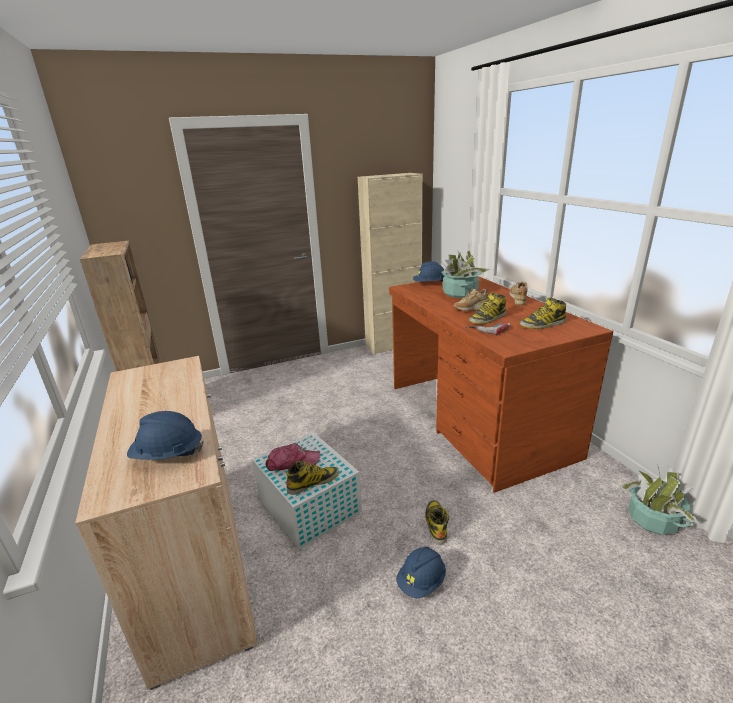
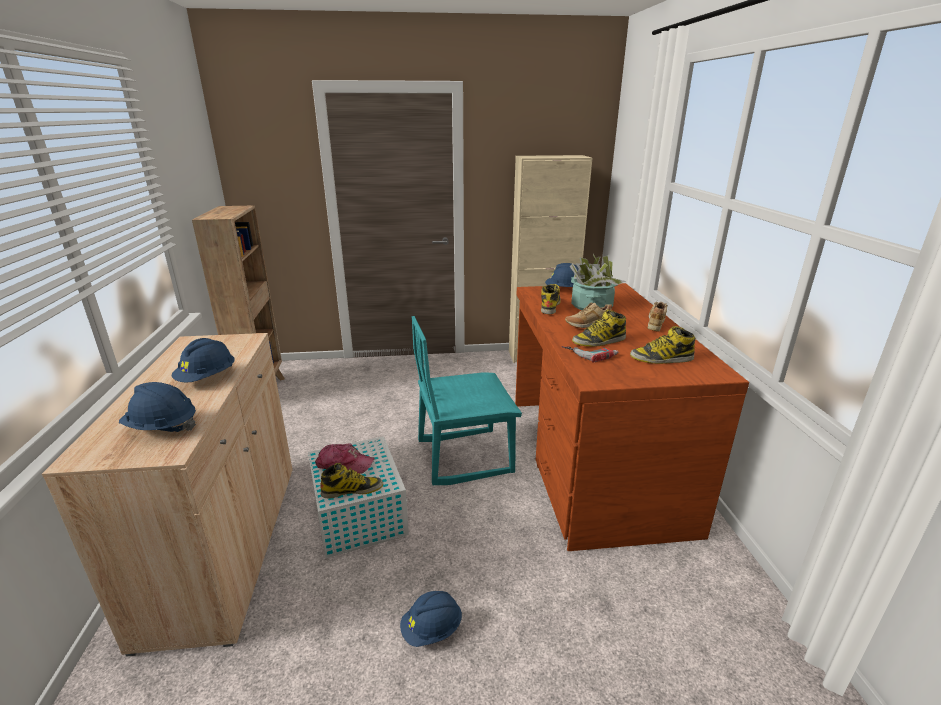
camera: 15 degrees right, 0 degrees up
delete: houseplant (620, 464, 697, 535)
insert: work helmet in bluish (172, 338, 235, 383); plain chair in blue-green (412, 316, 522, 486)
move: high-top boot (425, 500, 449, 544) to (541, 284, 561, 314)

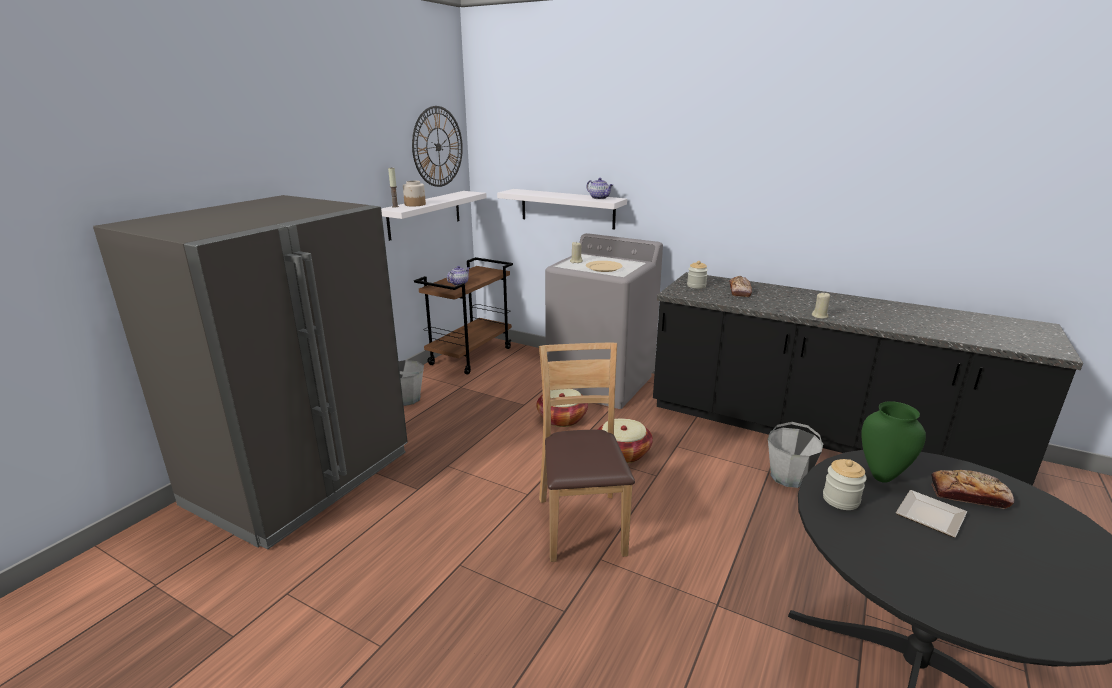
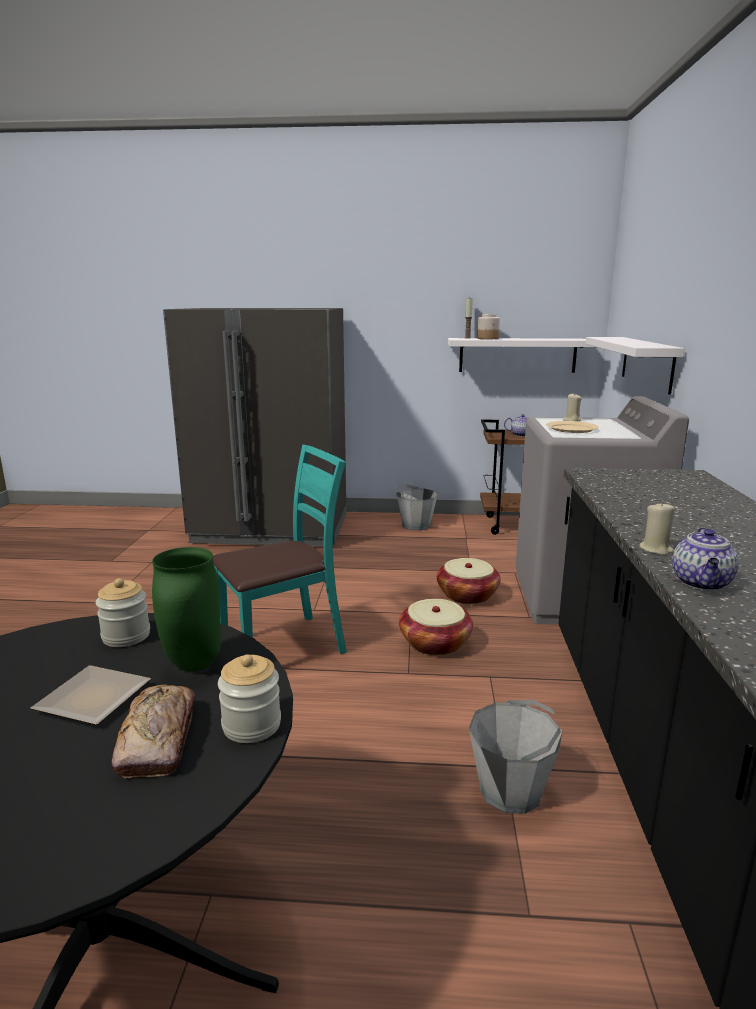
camera: 65 degrees right, 5 degrees down
delete: wall clock (412, 106, 463, 187); bakery bread (729, 276, 752, 297)
move: tea pot (587, 178, 613, 199) to (672, 527, 739, 591); preserve jar (687, 261, 708, 288) to (218, 654, 281, 743)
recolor: plain chair in brown-coloured (539, 342, 635, 562) to plain chair in blue-green (213, 445, 347, 654)

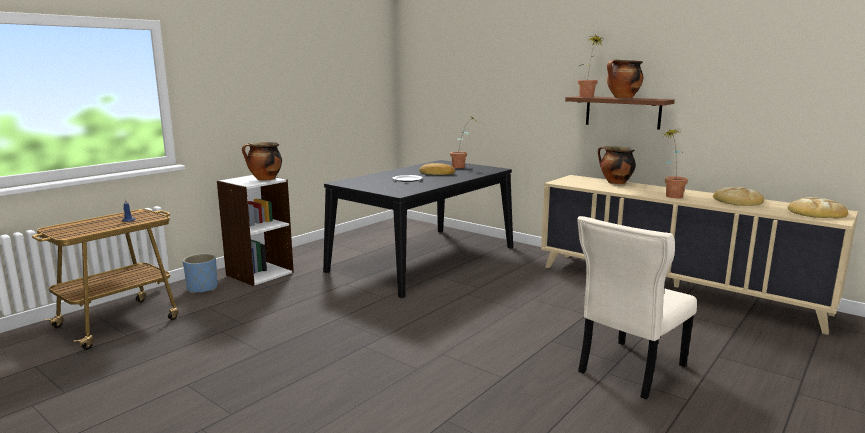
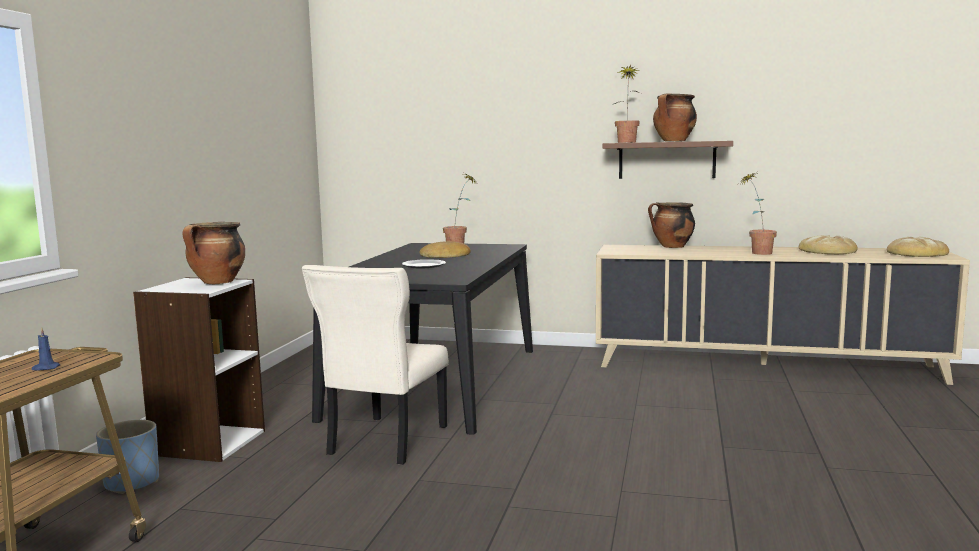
camera: 25 degrees left, 5 degrees down
move: plain chair in sand-coloured (577, 216, 697, 400) to (302, 265, 449, 465)

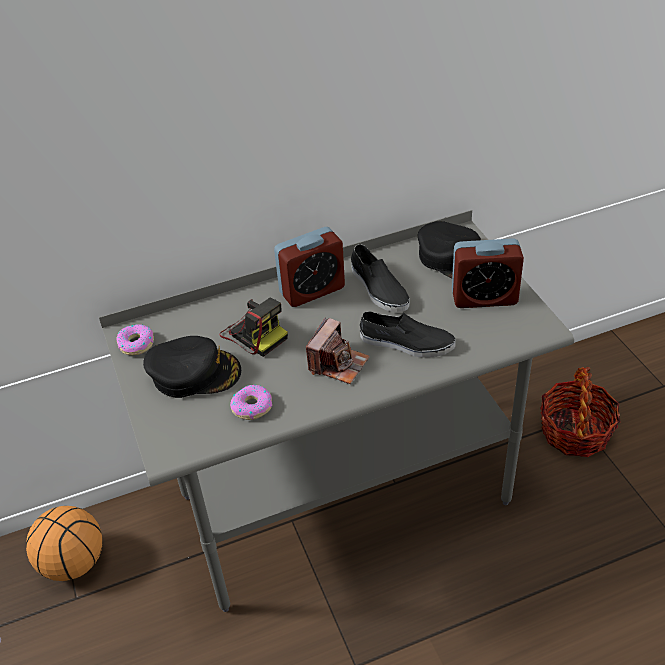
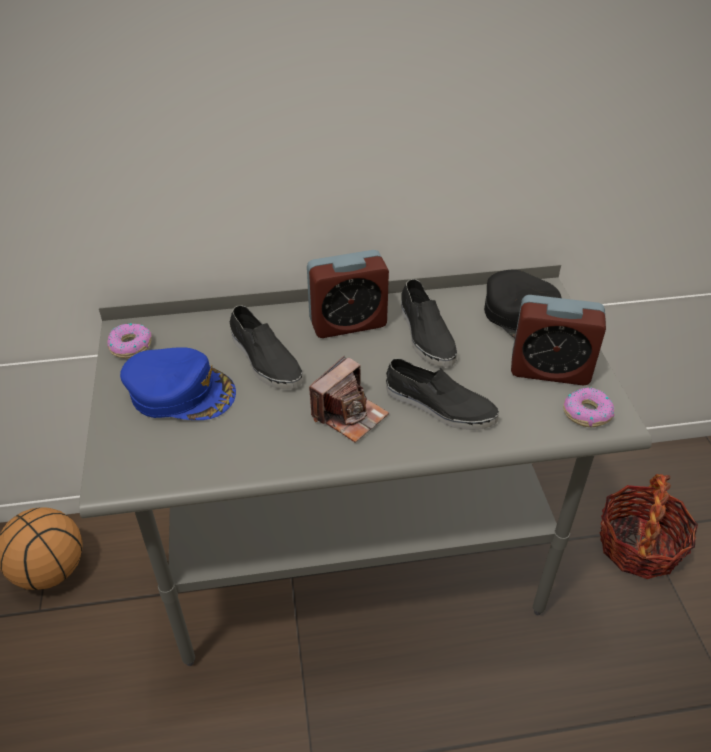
camera: 10 degrees right, 0 degrees up
move: doughnut (230, 385, 272, 420) to (563, 387, 614, 427)
replace: still camera (220, 298, 288, 357) to item of footwear in blackish (230, 305, 303, 389)
recolor: cap in blackish (143, 336, 241, 398) to cap in bluish (120, 347, 236, 420)

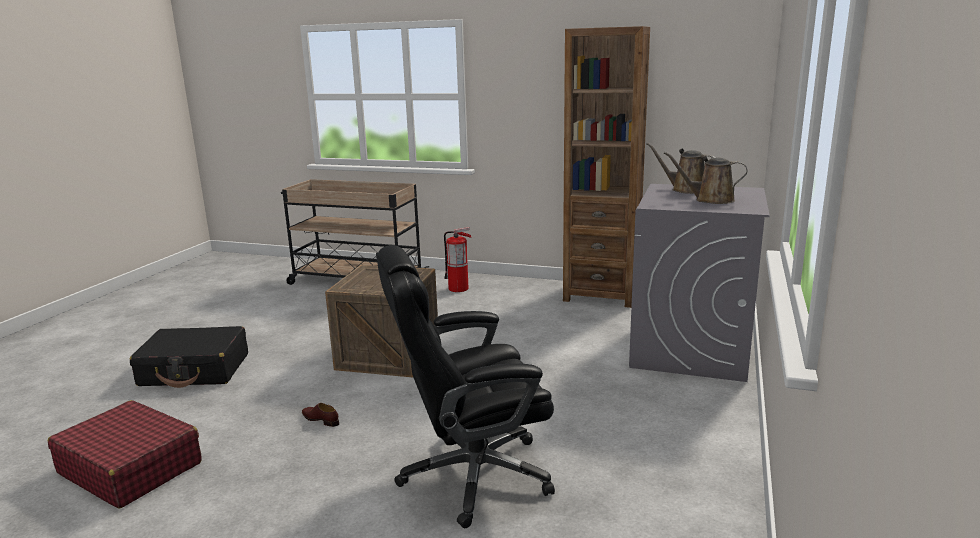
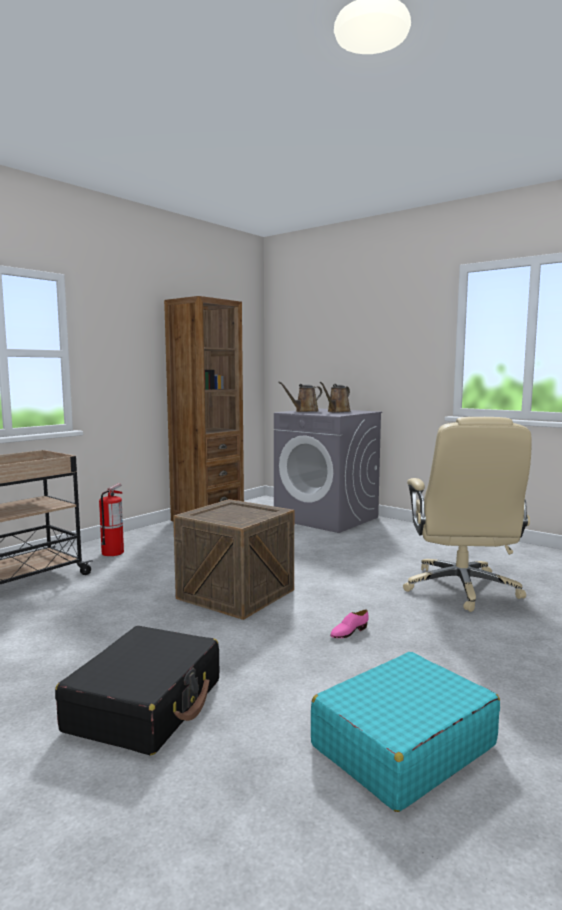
camera: 70 degrees left, 10 degrees down
recolor: suitcase in red-coloured (48, 400, 202, 509) to suitcase in blue-green (311, 652, 500, 812); item of footwear in brown-coloured (302, 403, 339, 427) to item of footwear in pinkish (330, 610, 369, 638); desk chair in blackish (376, 245, 555, 528) to desk chair in sand-coloured (403, 417, 531, 612)

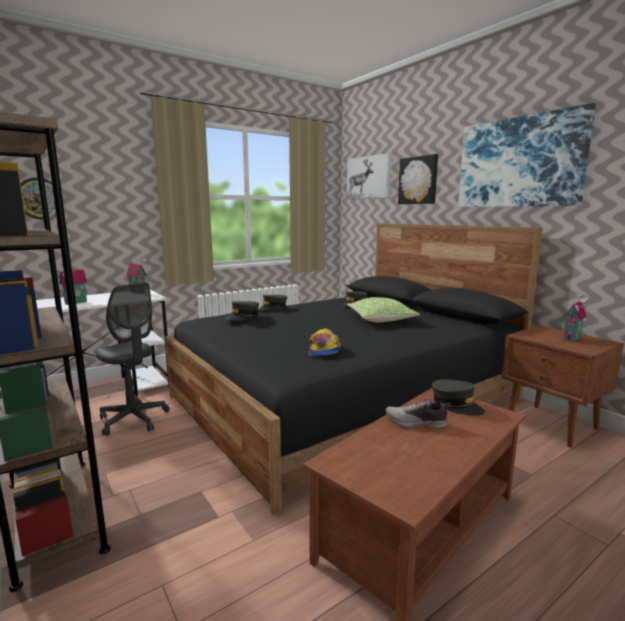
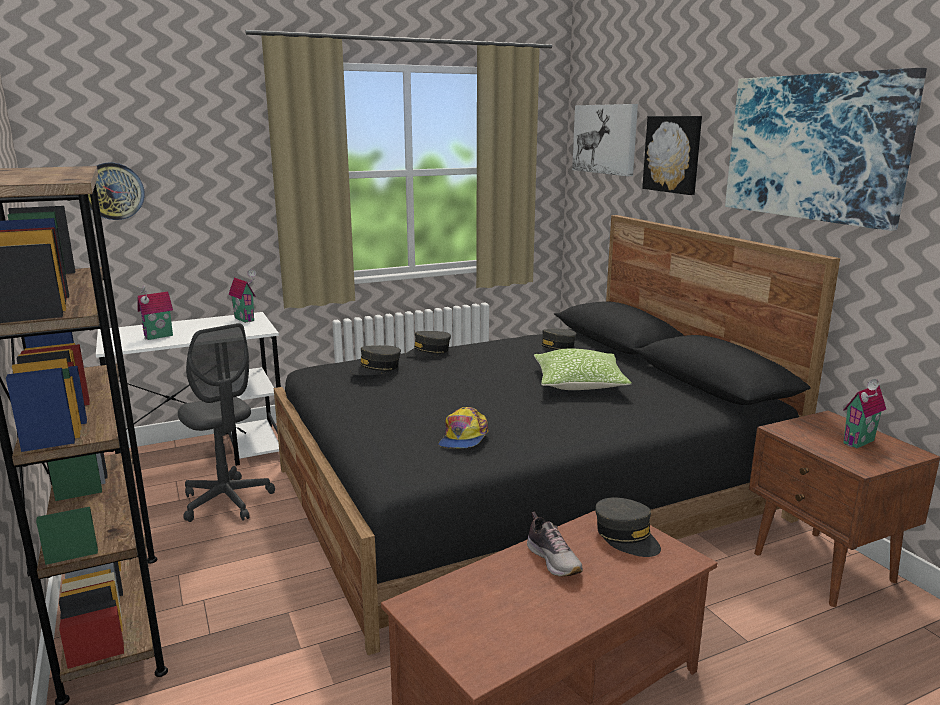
camera: 10 degrees right, 5 degrees up
rotate: item of footwear (386, 399, 451, 428) = (527, 512, 583, 577) 135 degrees counterclockwise

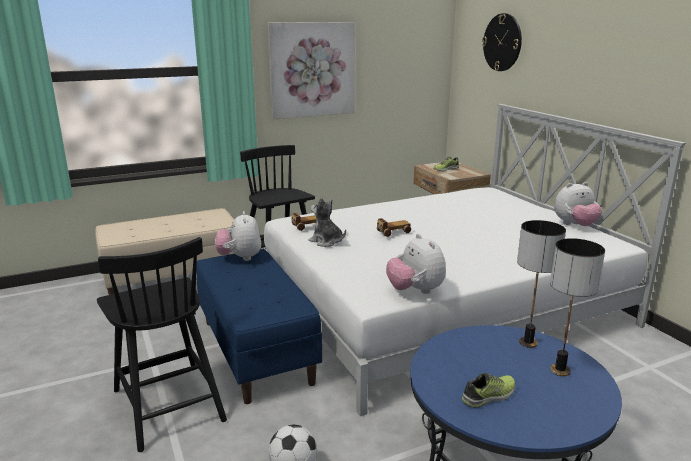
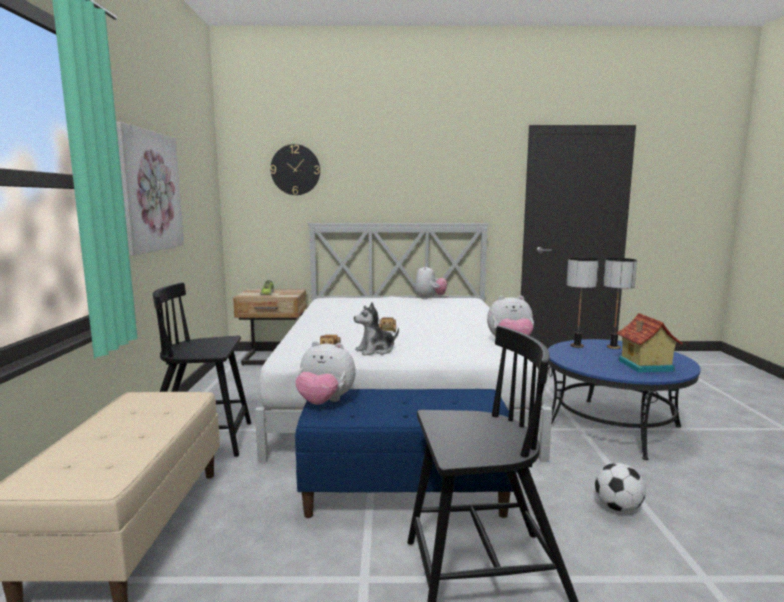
camera: 65 degrees left, 10 degrees down
replace: item of footwear (462, 373, 515, 408) to toy house (616, 313, 683, 372)

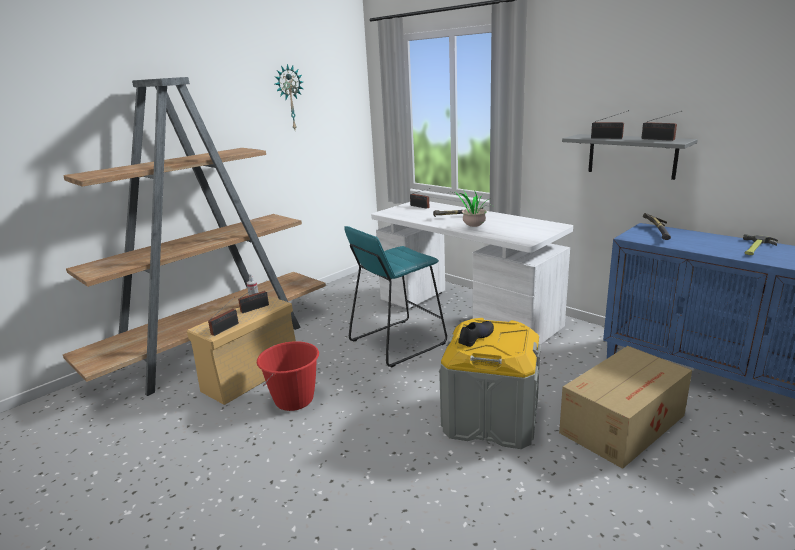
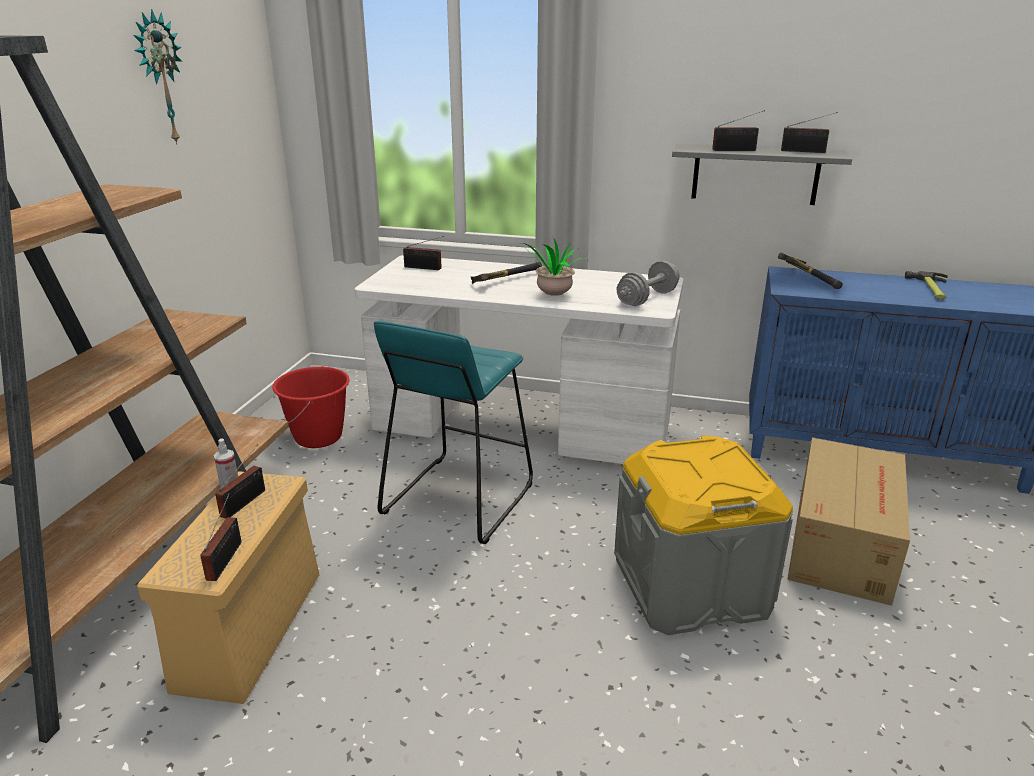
camera: 30 degrees left, 5 degrees up
delete: item of footwear in blackish (459, 321, 494, 347)
insert: dumbbell in greyish (617, 261, 680, 306)
move: bucket in red-coloured (257, 341, 319, 411) to (272, 367, 350, 448)

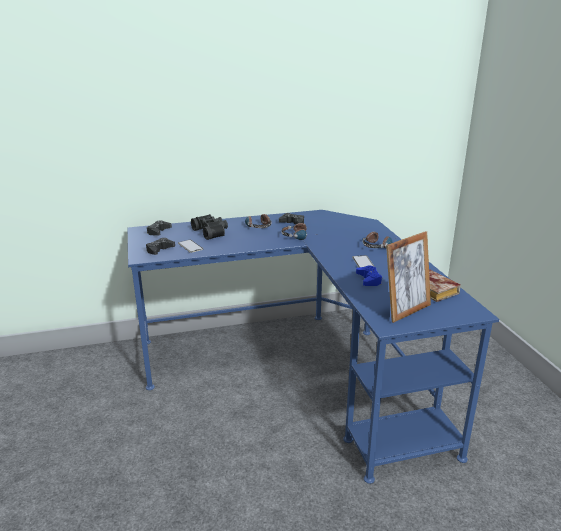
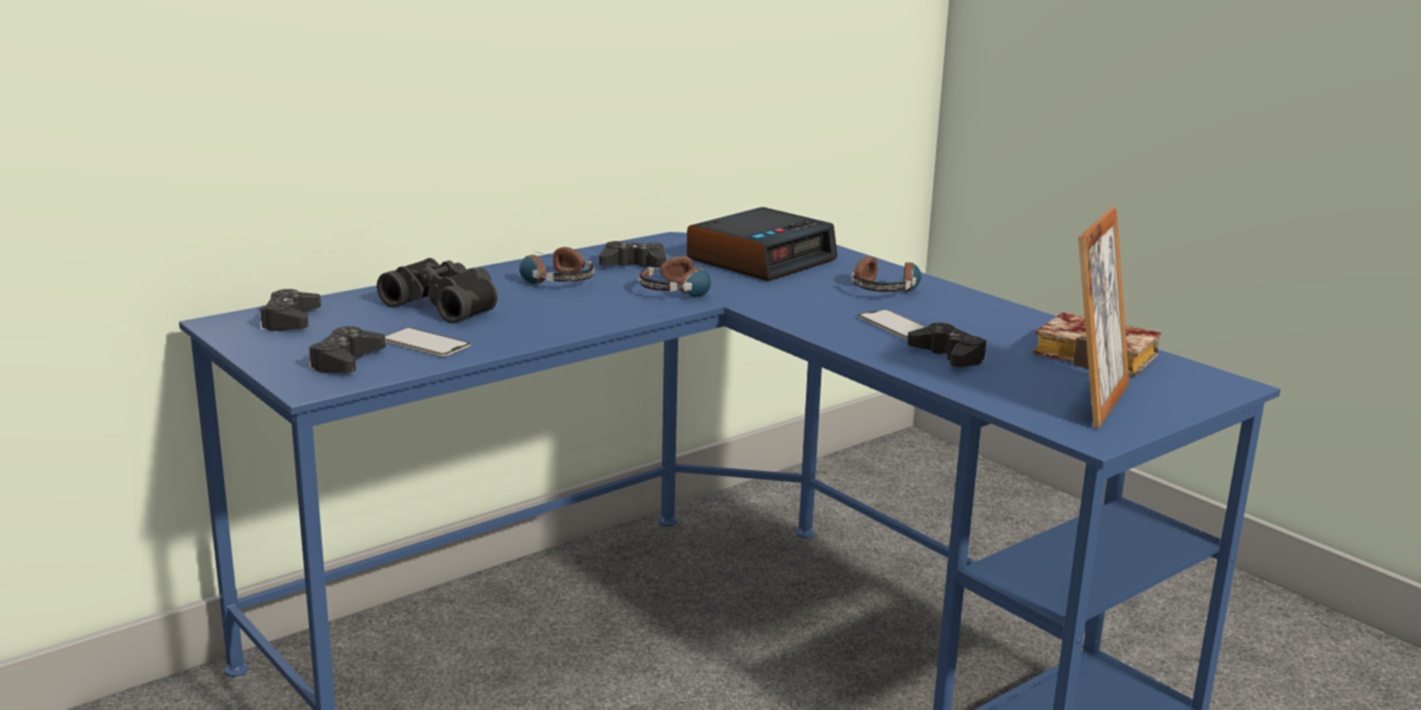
camera: 25 degrees left, 5 degrees down
insert: bedside clock (687, 207, 837, 281)
recolor: joypad in bluish (356, 266, 382, 286) to joypad in blackish (907, 322, 986, 367)

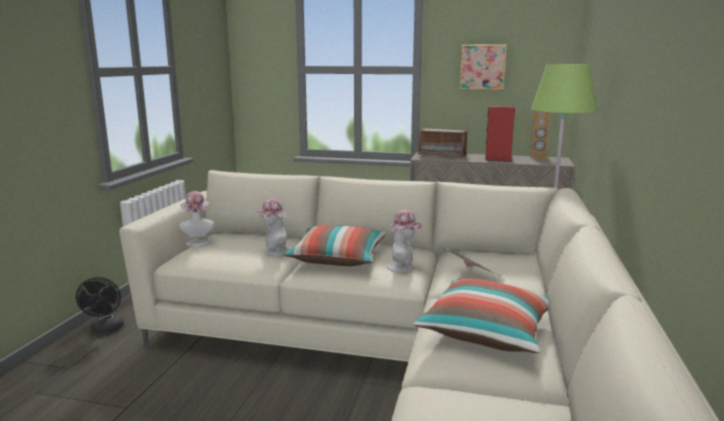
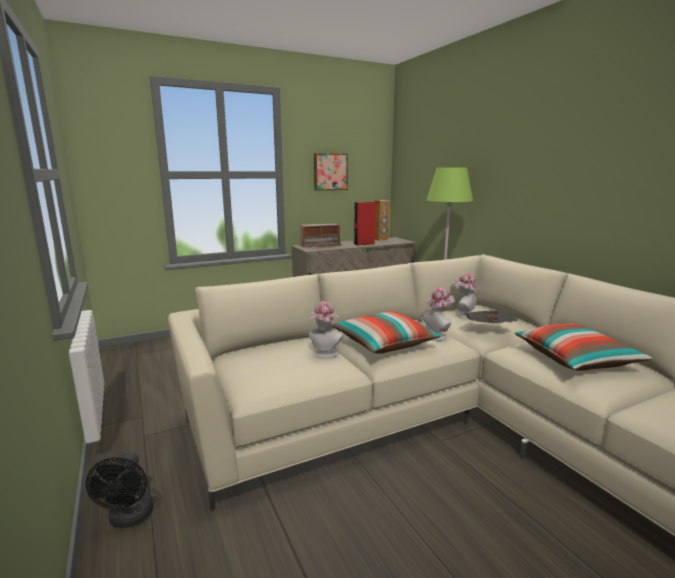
camera: 40 degrees left, 0 degrees up
move: clothing hat (179, 191, 214, 247) to (453, 273, 479, 319)
rotate: fan in blackish (76, 277, 124, 333) = (85, 452, 154, 528) 45 degrees clockwise

